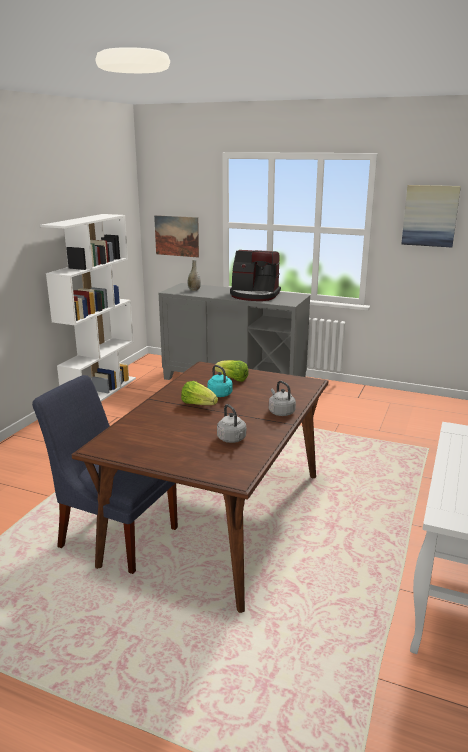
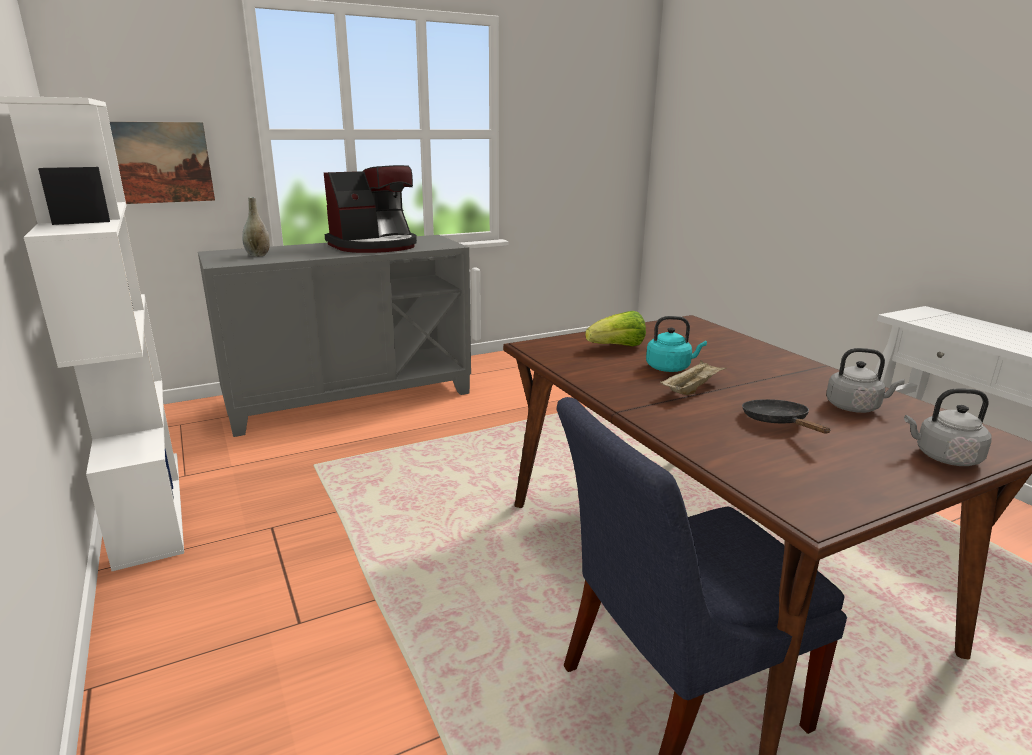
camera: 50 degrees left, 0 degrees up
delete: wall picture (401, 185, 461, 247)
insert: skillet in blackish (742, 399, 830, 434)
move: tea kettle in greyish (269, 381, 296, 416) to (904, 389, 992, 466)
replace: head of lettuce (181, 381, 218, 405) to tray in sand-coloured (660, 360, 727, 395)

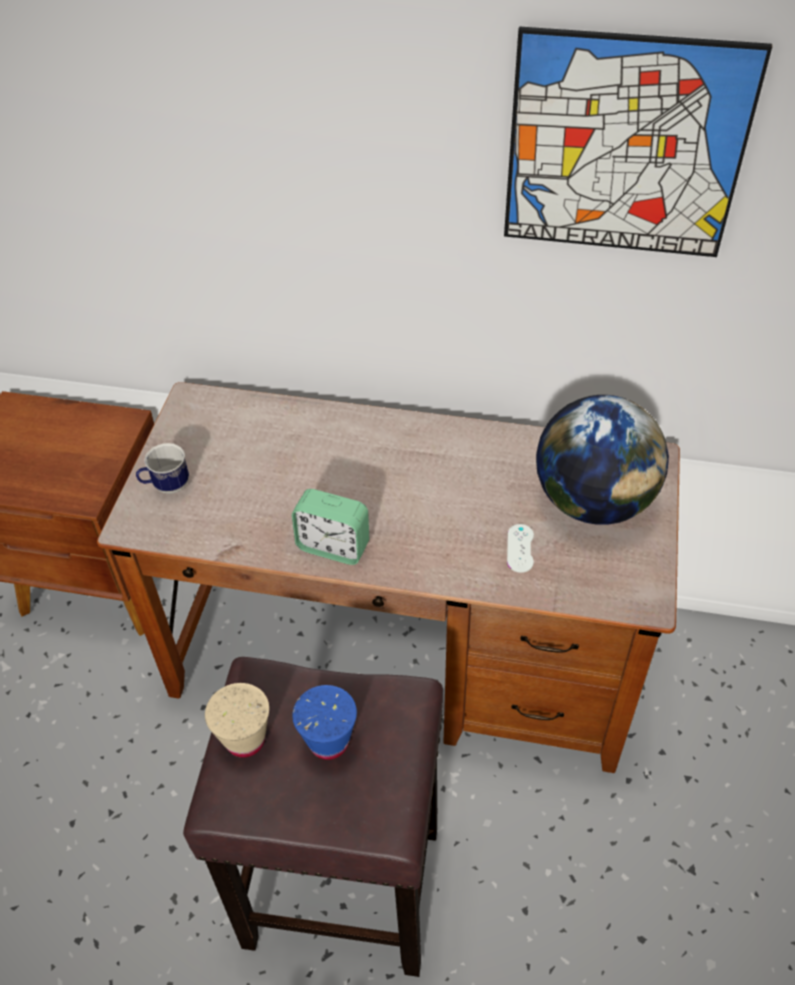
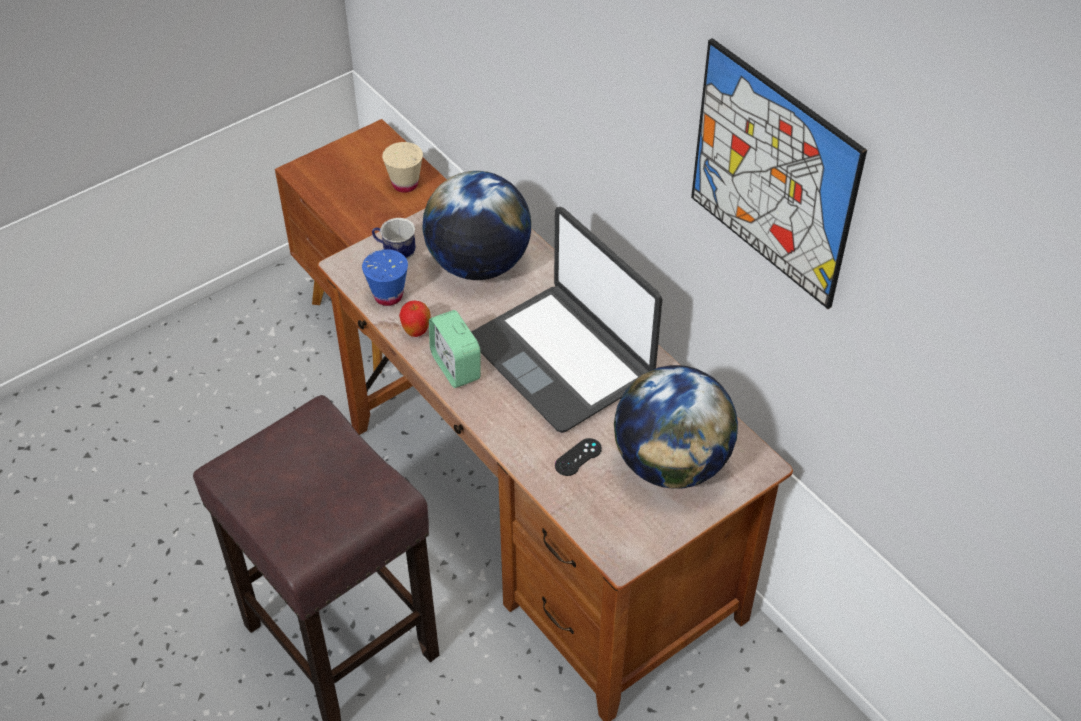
camera: 40 degrees right, 0 degrees up
insert: apple (399, 300, 431, 337); globe (422, 171, 531, 280); notebook computer (471, 207, 662, 433)
move: cup in sand-coloured (205, 683, 269, 758) to (382, 142, 423, 193); cup in bluish (292, 685, 357, 760) to (362, 249, 408, 306)
recolor: joypad in white-coloured (507, 524, 534, 573) to joypad in blackish (555, 438, 602, 476)

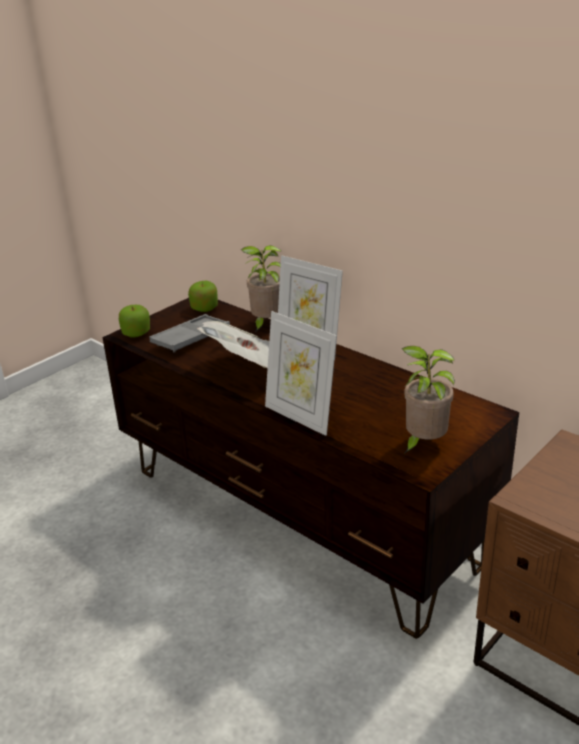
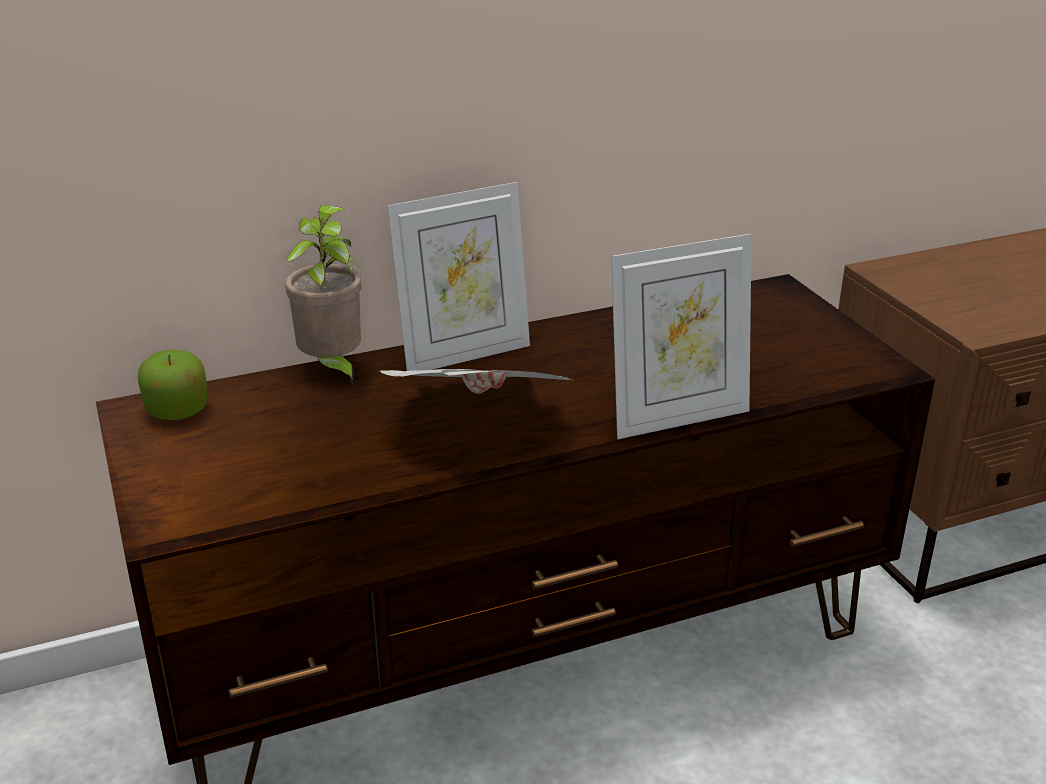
camera: 65 degrees left, 0 degrees up
delete: apple (119, 305, 150, 338); tray in greyish (149, 314, 230, 352); houseplant (402, 346, 455, 454)

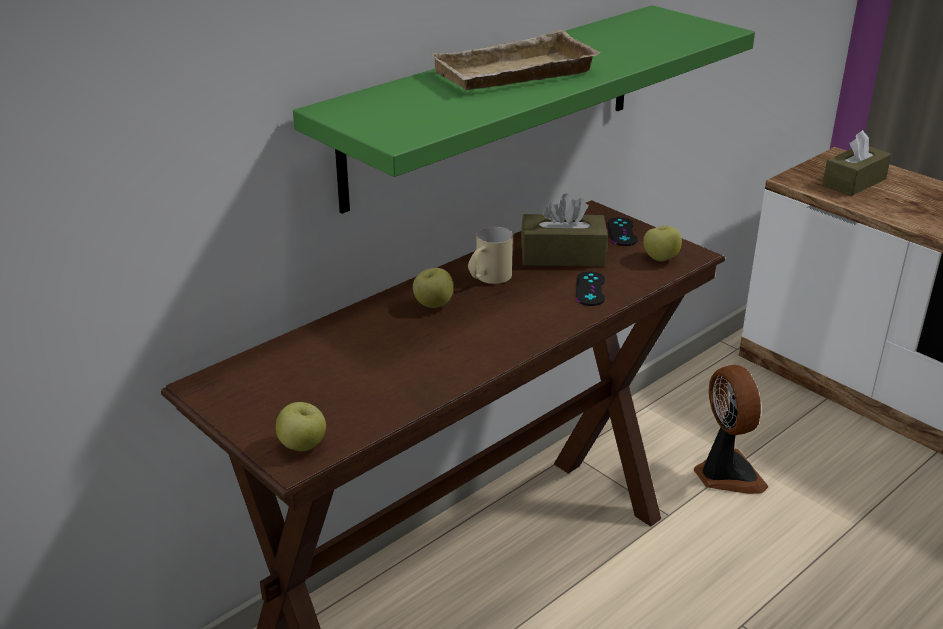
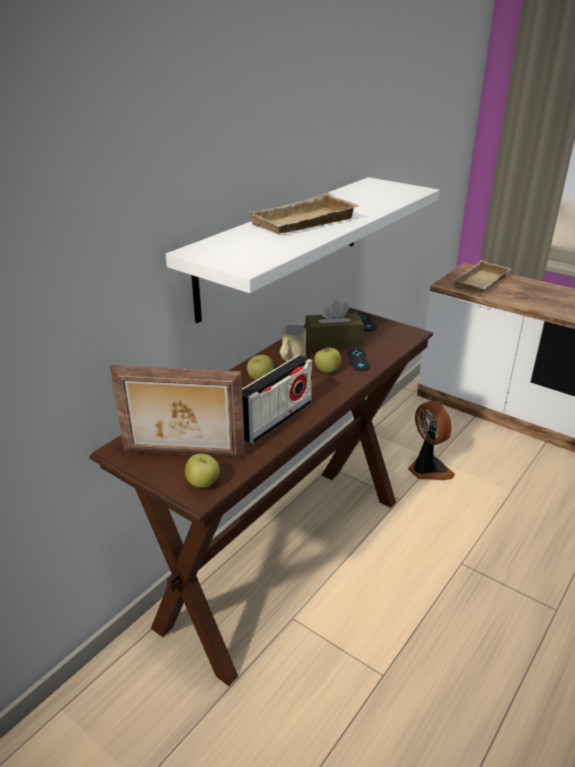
camera: 10 degrees left, 0 degrees up
insert: standing frame (110, 365, 245, 458); radio receiver (242, 355, 312, 444)
move: apple (643, 226, 682, 261) to (314, 348, 341, 373)
replace: tissue holder in brown-coloured (822, 130, 892, 196) to tray in sand-coloured (453, 260, 512, 293)
recolor: shelf in green (293, 5, 755, 214) to shelf in white-coloured (166, 177, 439, 323)

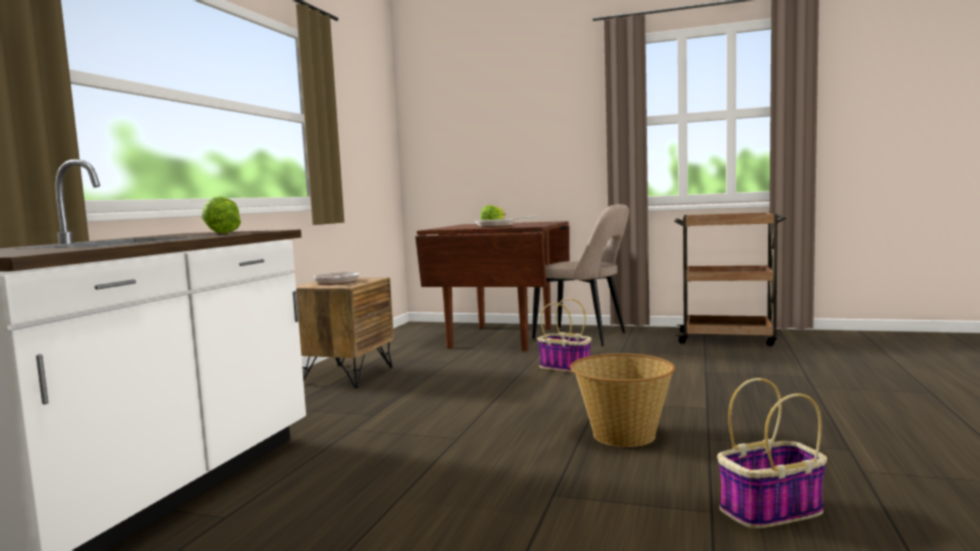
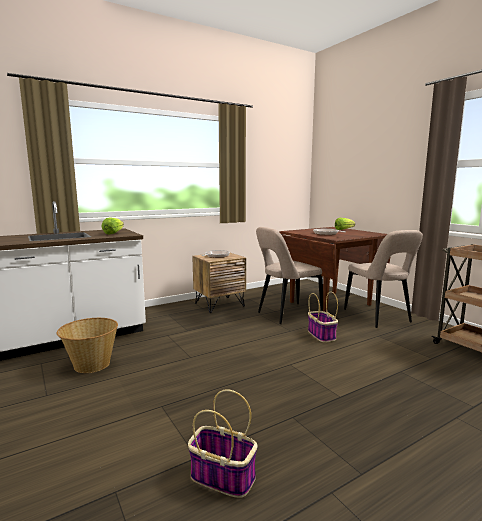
camera: 40 degrees right, 5 degrees up
insert: plain chair in sand-coloured (256, 227, 323, 324)
move: storage basket (570, 353, 675, 447) to (57, 318, 118, 373)

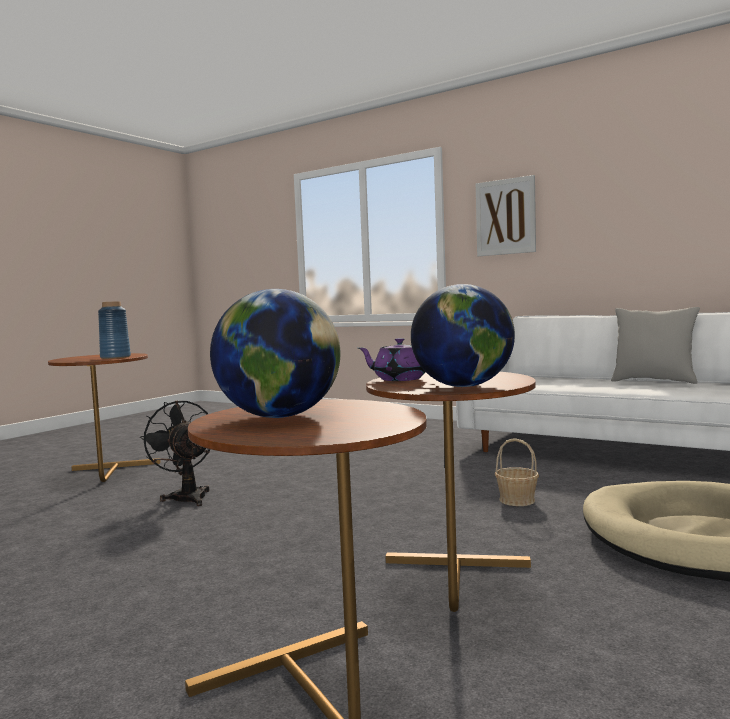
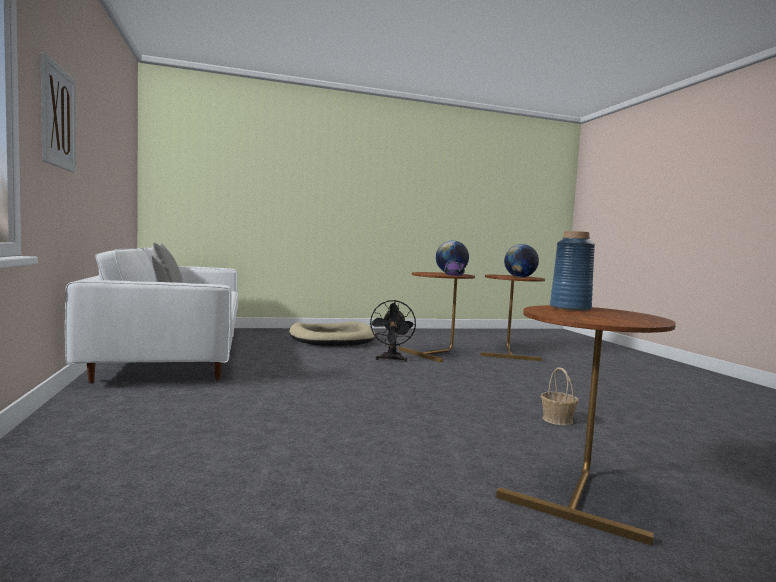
camera: 140 degrees left, 0 degrees up
move: fan in blackish (140, 401, 210, 506) to (369, 300, 416, 362); storage basket (495, 438, 539, 506) to (541, 367, 579, 426)

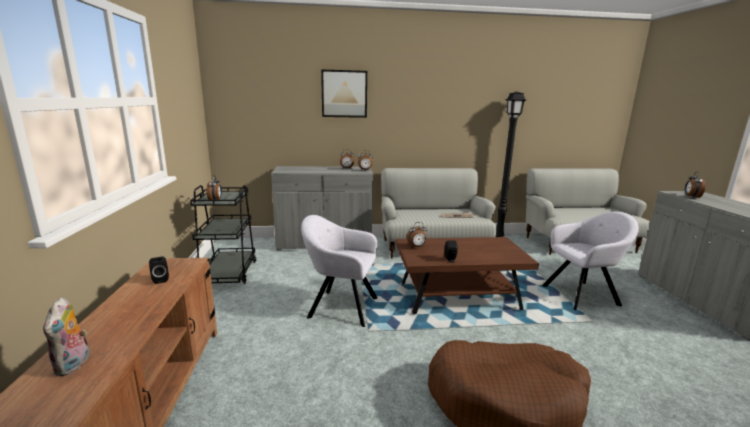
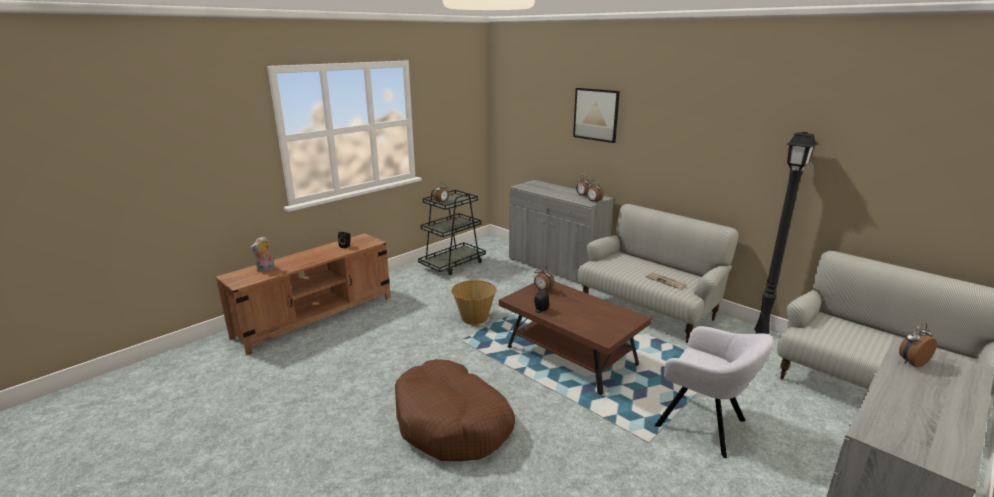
camera: 50 degrees right, 5 degrees up
replace: easy chair in greyish (301, 215, 377, 327) to storage basket (451, 280, 496, 325)

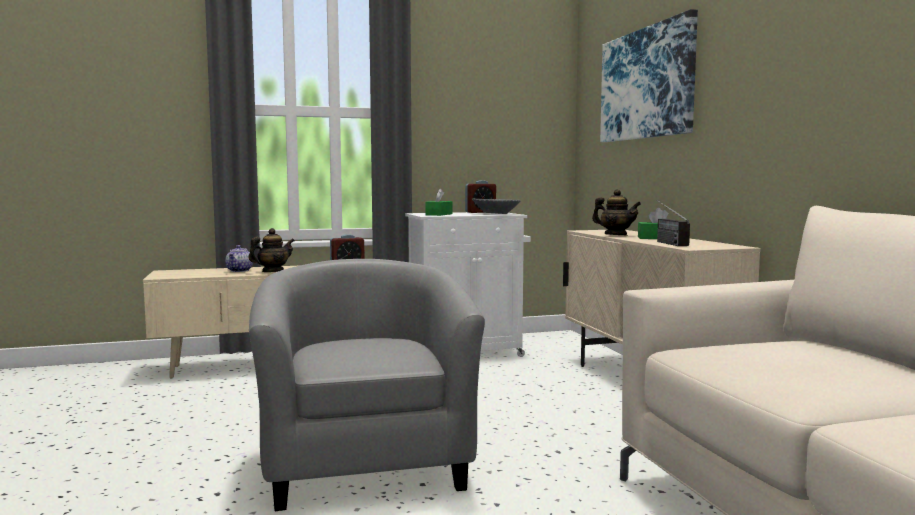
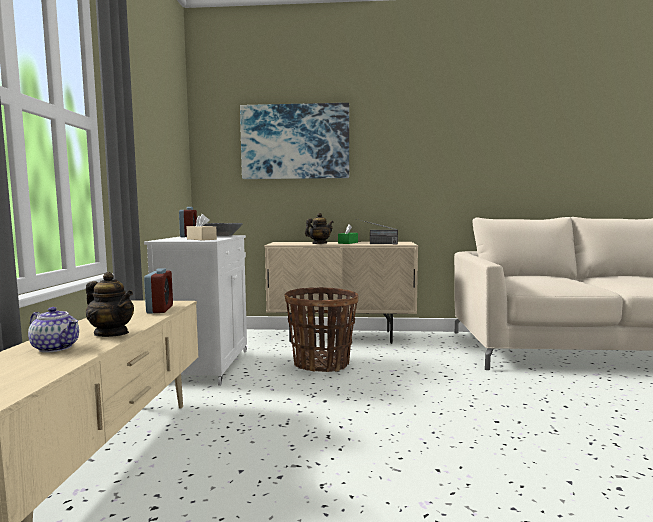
camera: 70 degrees left, 0 degrees up
delete: easy chair in greyish (249, 259, 485, 511)
insert: storage basket (285, 287, 358, 372)
recolor: tissue holder in green (425, 189, 452, 216) to tissue holder in sand-coloured (187, 214, 217, 241)
rotate: tea pot (248, 228, 295, 272) = (86, 272, 134, 337) 135 degrees clockwise

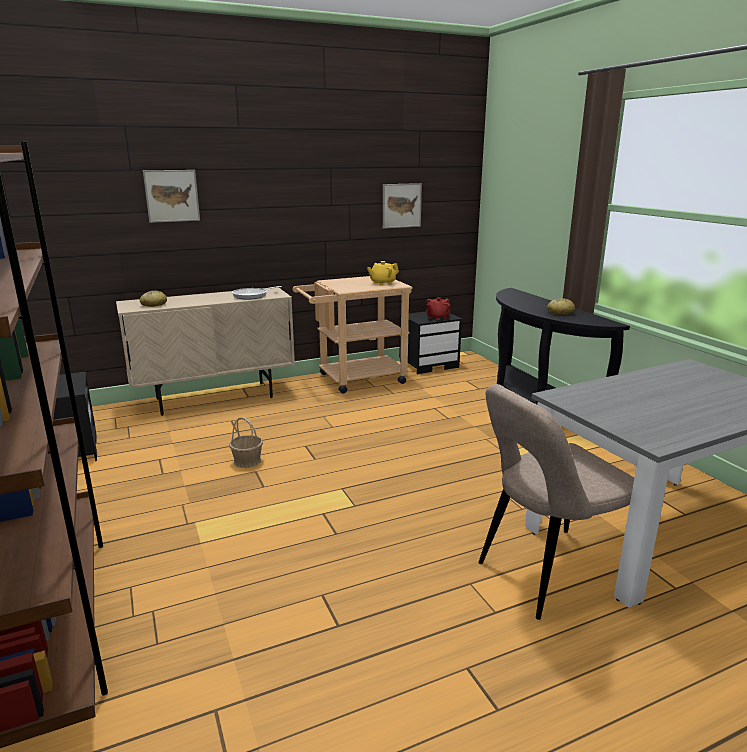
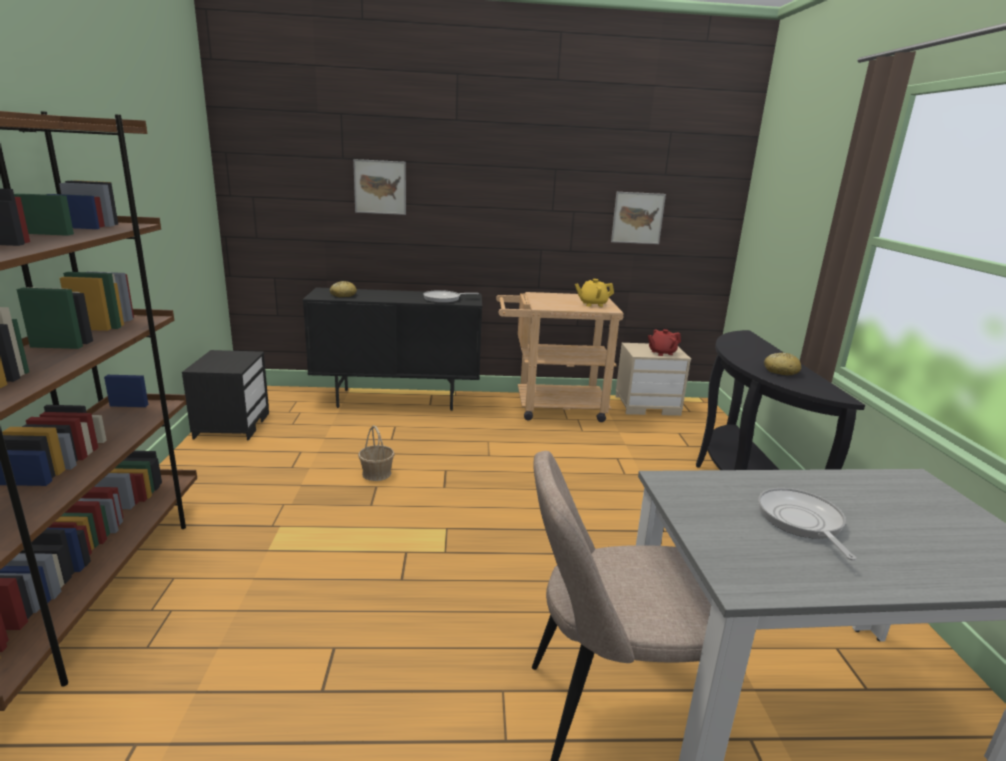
camera: 20 degrees right, 0 degrees up
insert: skillet (758, 488, 856, 560)
recolor: cabinet in sand-coloured (116, 288, 295, 416) to cabinet in blackish (303, 287, 482, 411); nightstand in blackish (399, 312, 462, 374) to nightstand in sand-coloured (616, 343, 691, 416)

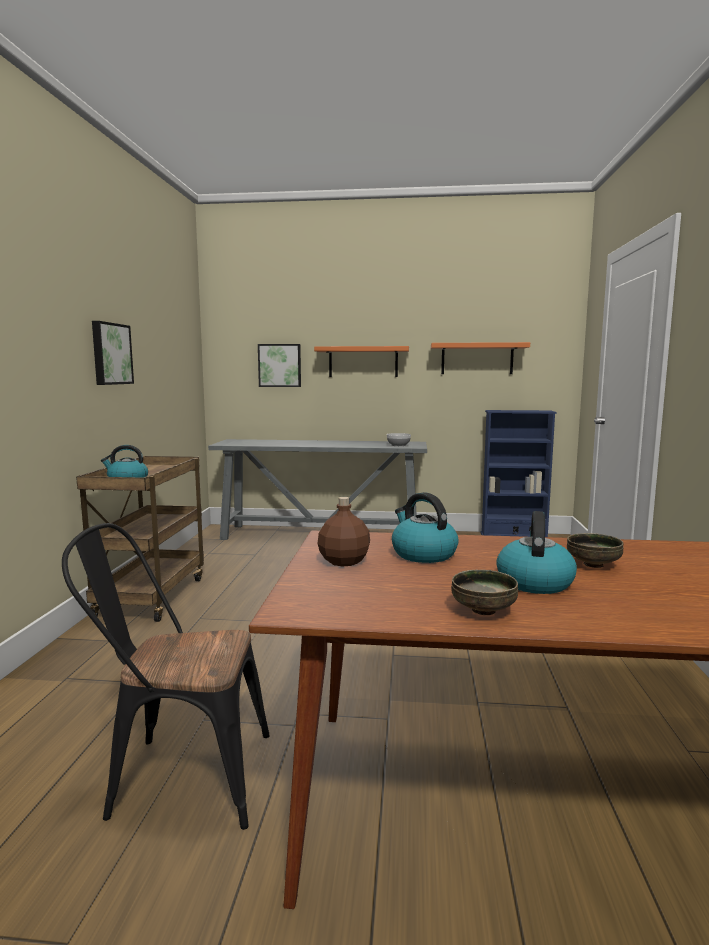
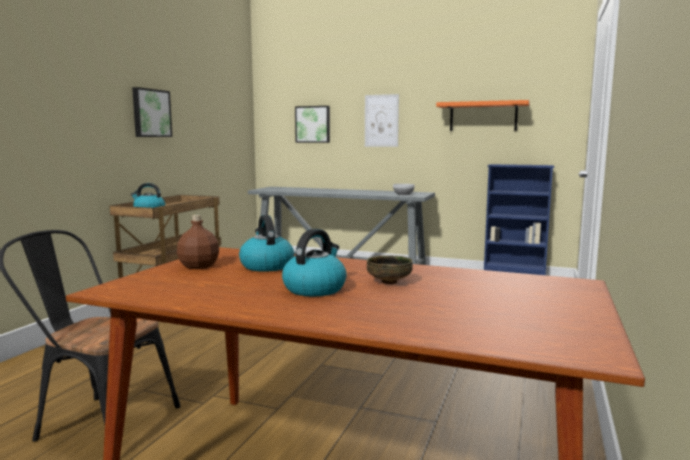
camera: 15 degrees right, 0 degrees up
delete: deep dish (451, 570, 518, 615)
replace: shelf in orangey (314, 346, 409, 377) to wall picture (365, 94, 399, 147)

